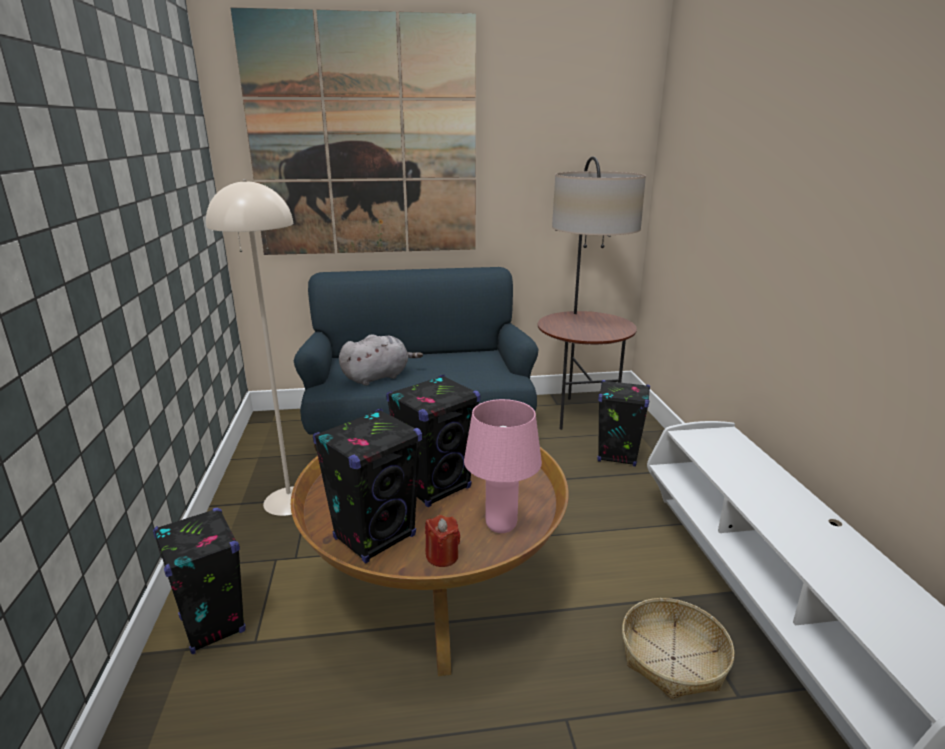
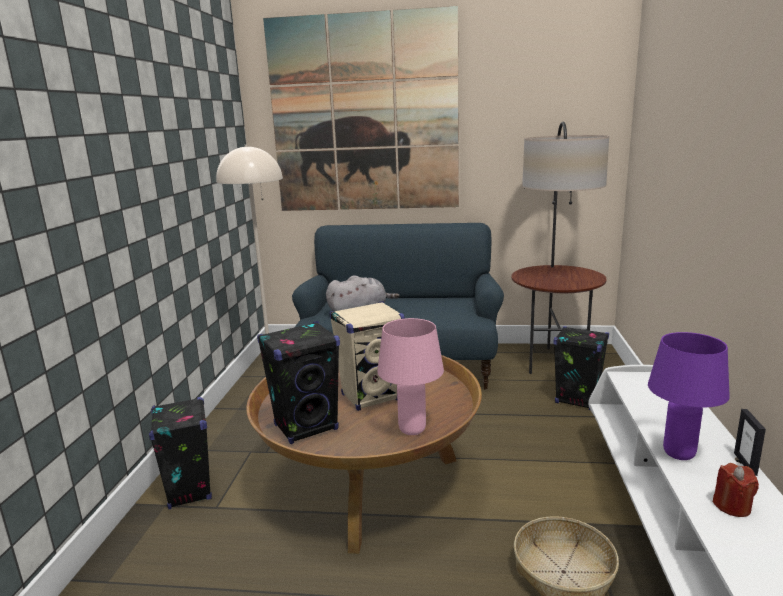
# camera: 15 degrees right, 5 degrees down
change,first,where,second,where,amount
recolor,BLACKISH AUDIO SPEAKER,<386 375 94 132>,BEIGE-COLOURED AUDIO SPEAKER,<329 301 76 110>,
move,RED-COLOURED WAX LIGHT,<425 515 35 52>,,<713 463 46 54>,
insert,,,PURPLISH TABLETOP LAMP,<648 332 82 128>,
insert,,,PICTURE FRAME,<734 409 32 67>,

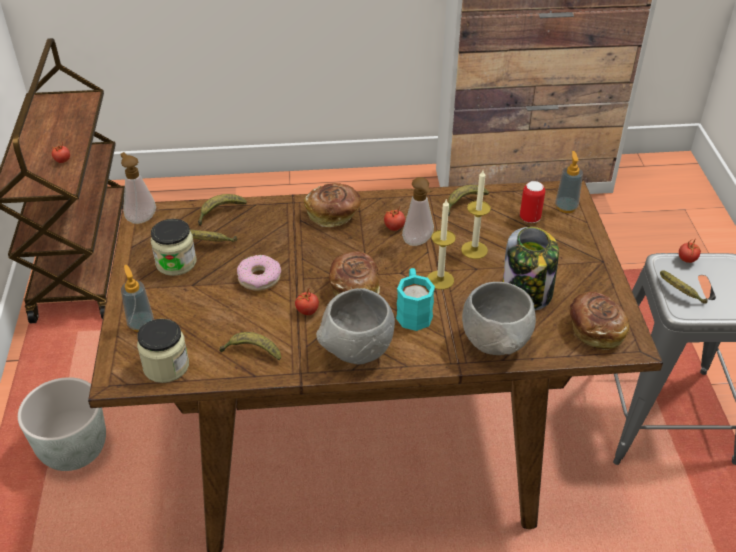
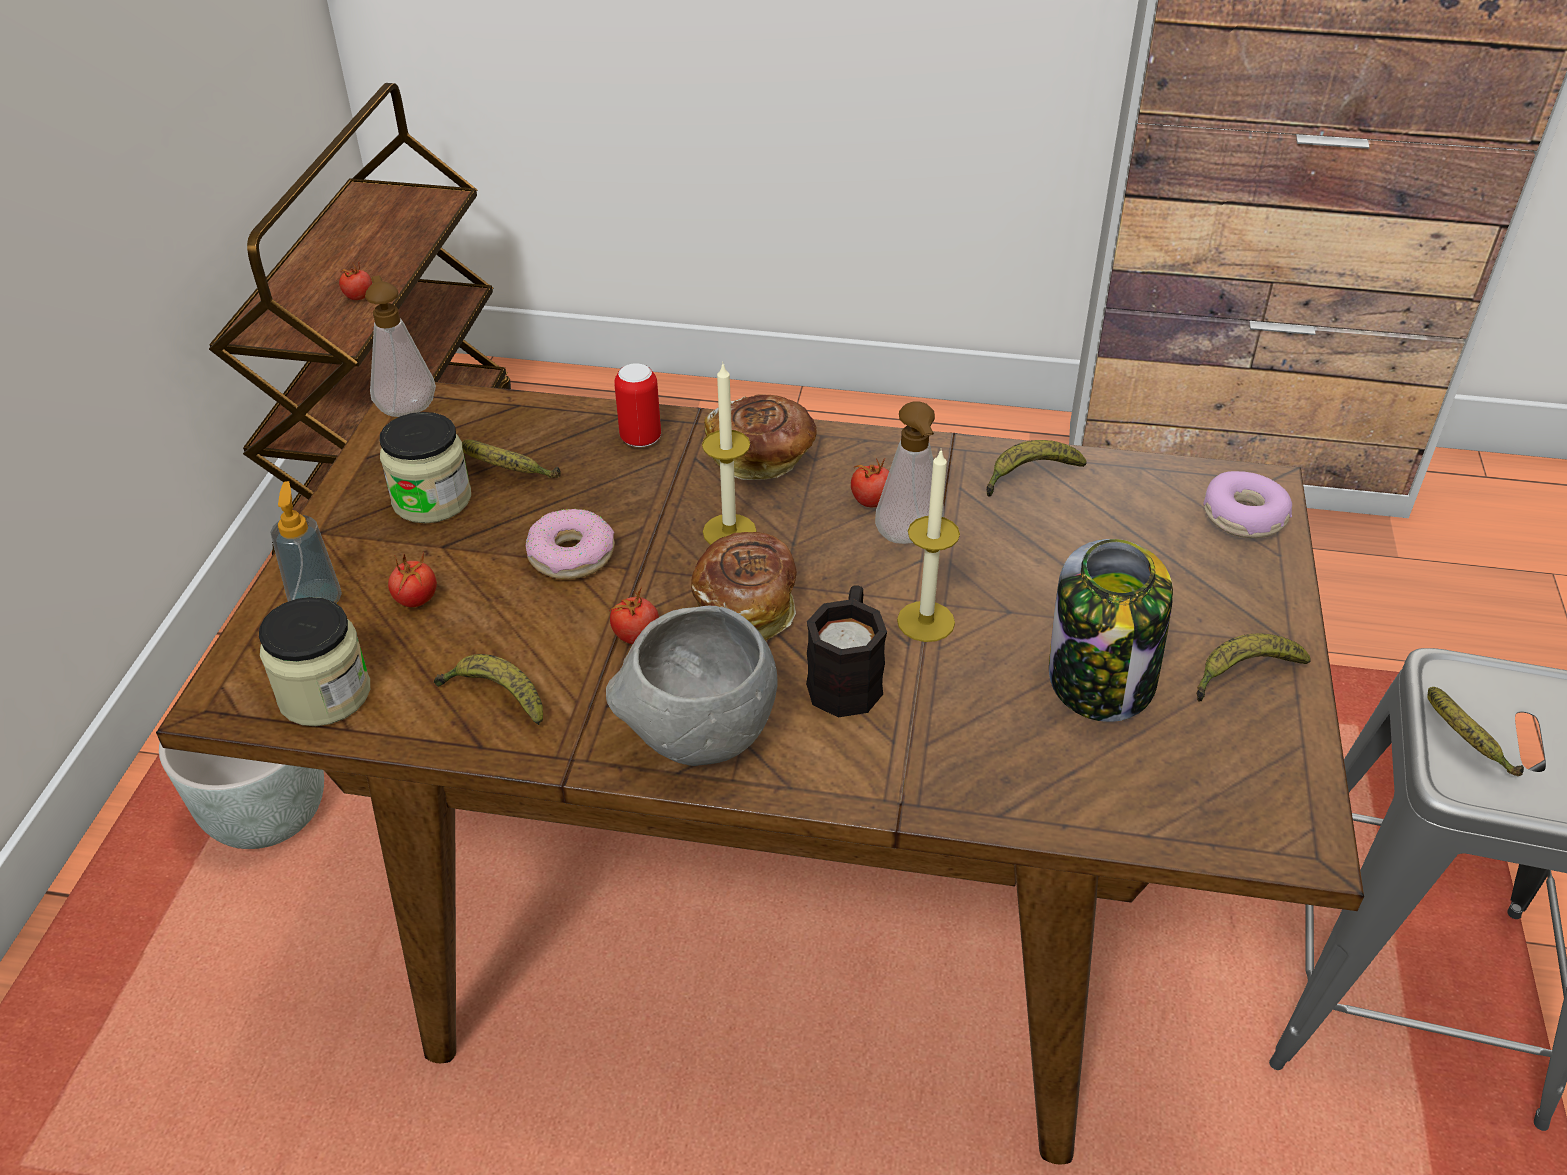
# camera: 15 degrees right, 0 degrees up
change,first,where,second,where,amount
replace,SOAP DISPENSER,<555 151 28 62>,DOUGHNUT,<1203 471 89 67>,
move,WAX LIGHT,<461 170 30 89>,,<702 362 55 183>,
move,SEALED CAN,<520 181 25 42>,,<614 363 47 84>,
move,WHOLE BANANA,<198 194 49 32>,,<1196 634 115 68>,
move,TOMATO,<679 238 22 25>,,<388 552 49 55>,
recolor,TURQUOISE-COLOURED COFFEE MUG,<396 268 39 63>,BLACKISH COFFEE MUG,<806 585 81 132>,
delete,GREY DEEP DISH,<462 282 74 73>,,,
delete,BAKED BREAD,<570 292 60 58>,,,

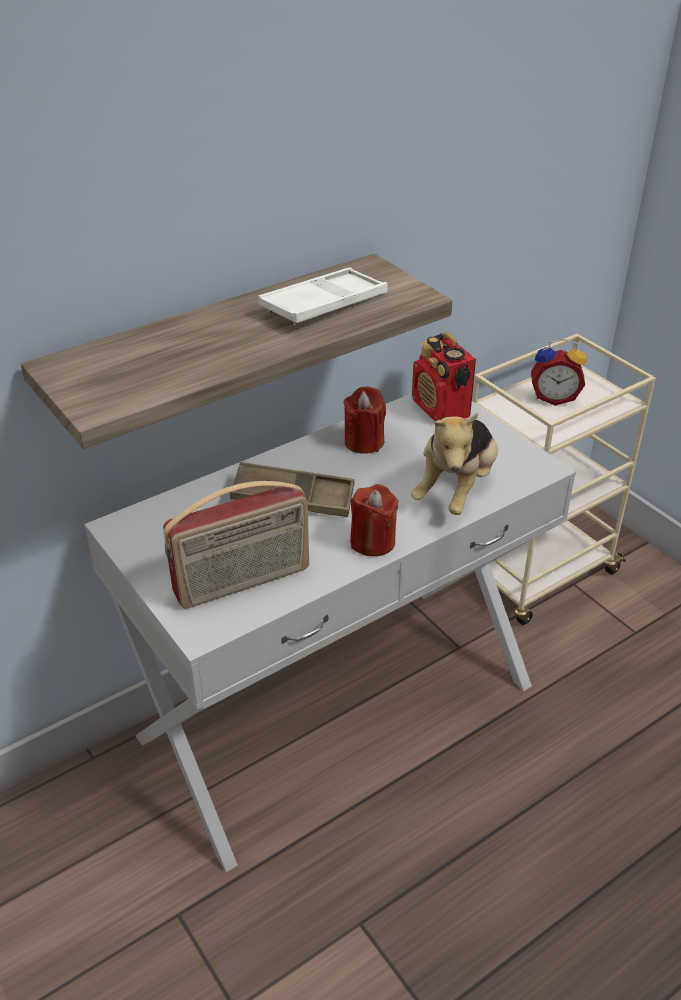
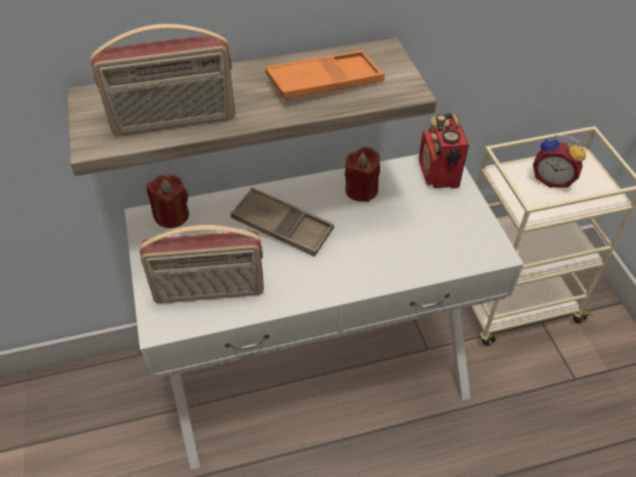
# camera: 20 degrees right, 10 degrees up
change,first,where,second,where,amount
recolor,WHITE CARRYING TRAY,<258 267 130 58>,ORANGE-COLOURED CARRYING TRAY,<266 50 119 50>,
delete,CUDDLY TOY,<411 413 87 102>,,,
move,RED-COLOURED WAX LIGHT,<350 484 48 72>,,<147 175 42 53>,
insert,,,RADIO RECEIVER,<91 24 144 112>,

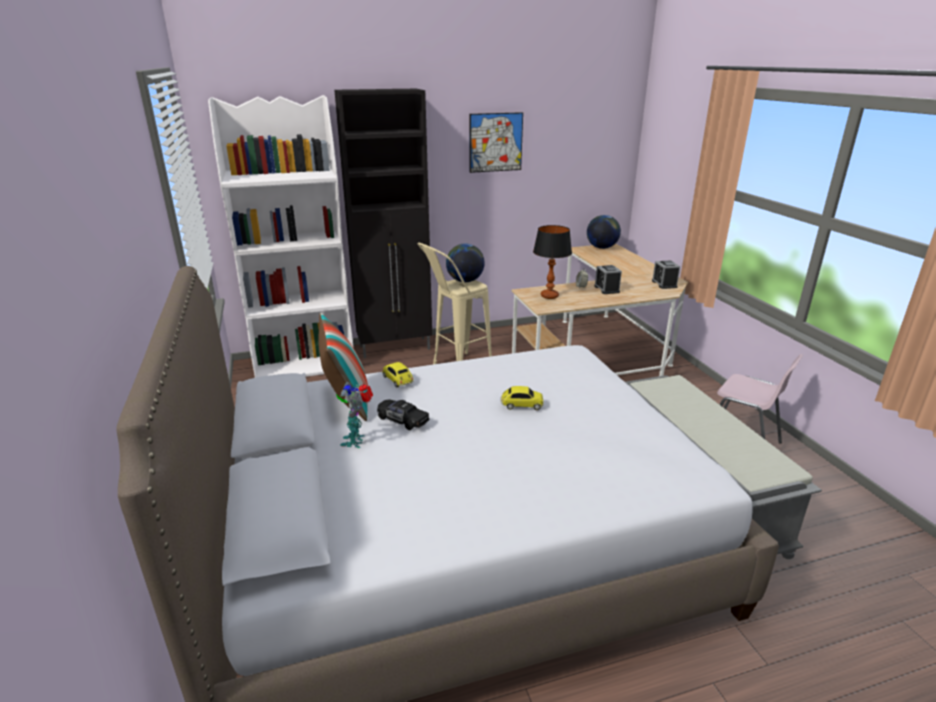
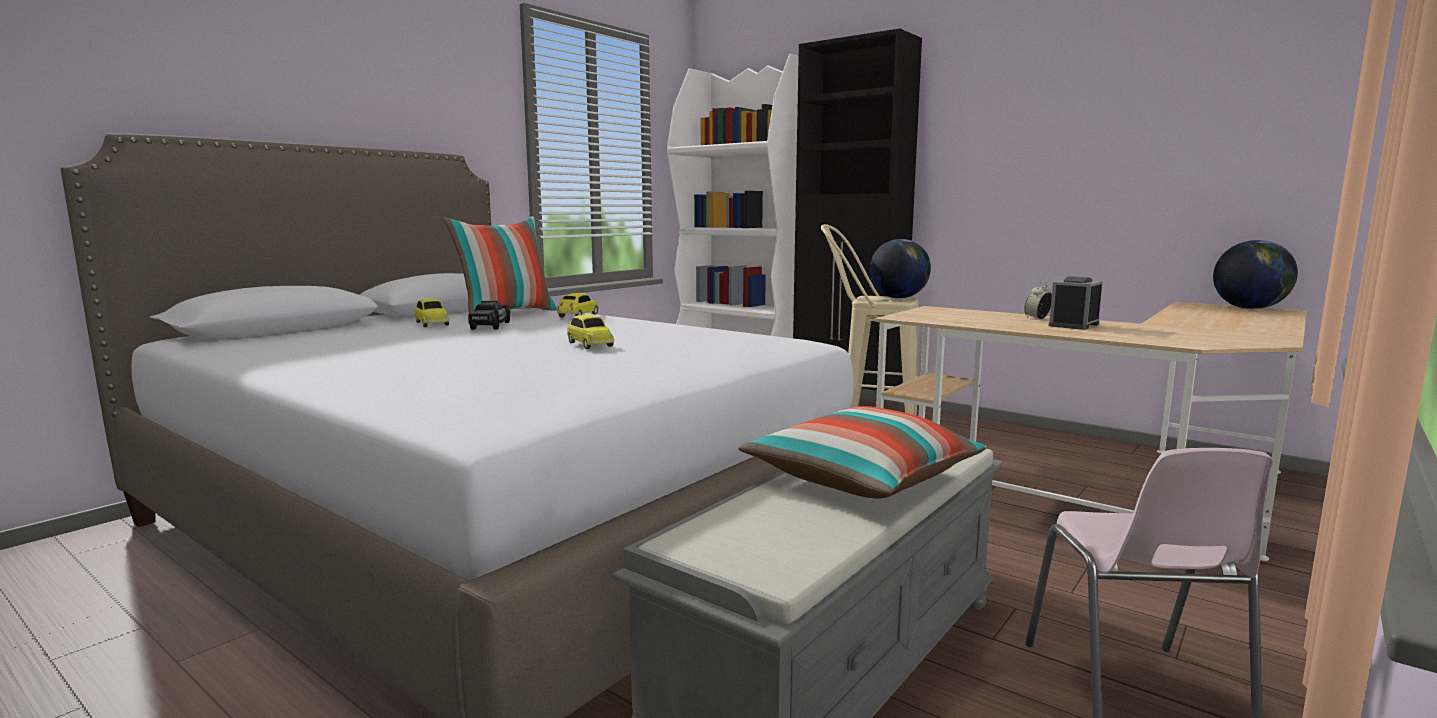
# camera: 55 degrees right, 15 degrees down
change,first,where,second,where,amount
delete,WALL ART,<470 112 53 61>,,,
delete,TABLETOP LAMP,<533 225 39 74>,,,
delete,ALARM CLOCK,<652 260 28 29>,,,
replace,MODEL ROBOT,<336 382 37 66>,MODEL CAR,<415 298 34 29>,
insert,,,PILLOW,<738 406 249 93>,

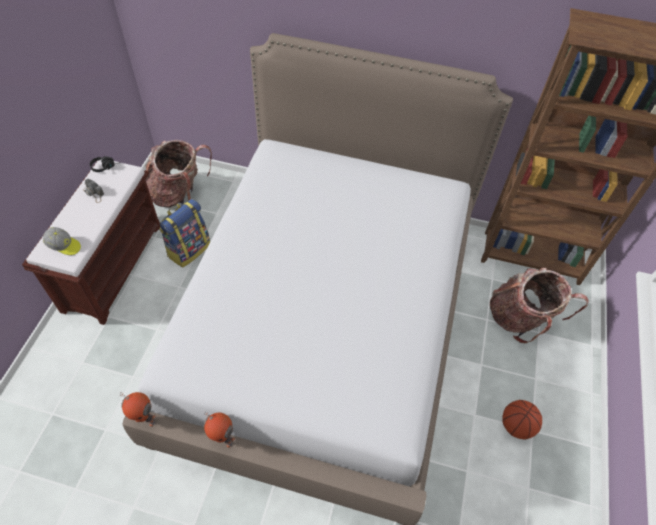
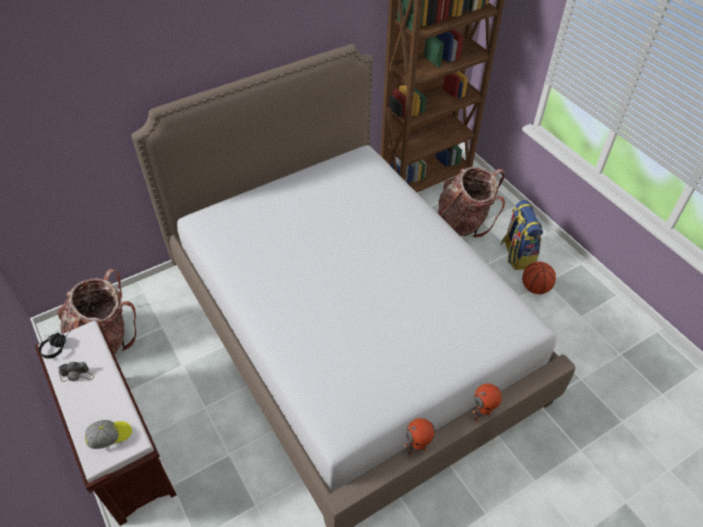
# camera: 45 degrees left, 5 degrees down
change,first,where,second,where,amount
move,KNAPSACK,<159 199 51 69>,,<501 200 42 70>,
move,MODEL ROBOT,<120 392 37 35>,,<472 384 30 38>,

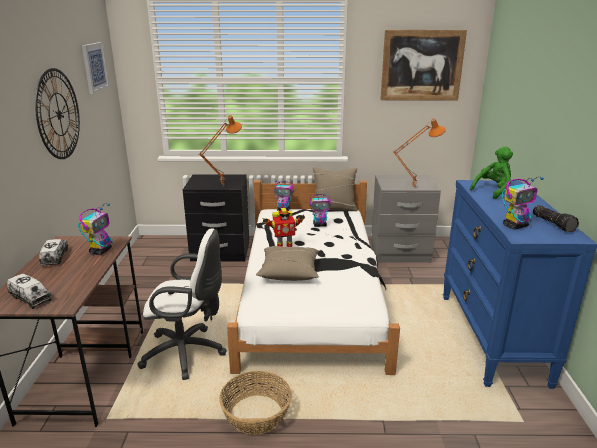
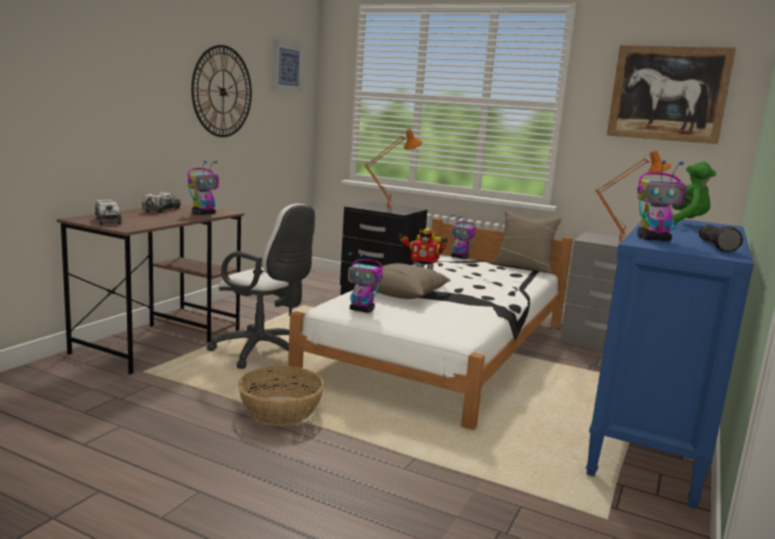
# camera: 25 degrees right, 10 degrees down
change,first,where,second,where,amount
move,MODEL ROBOT,<309 194 22 33>,,<348 252 35 61>,

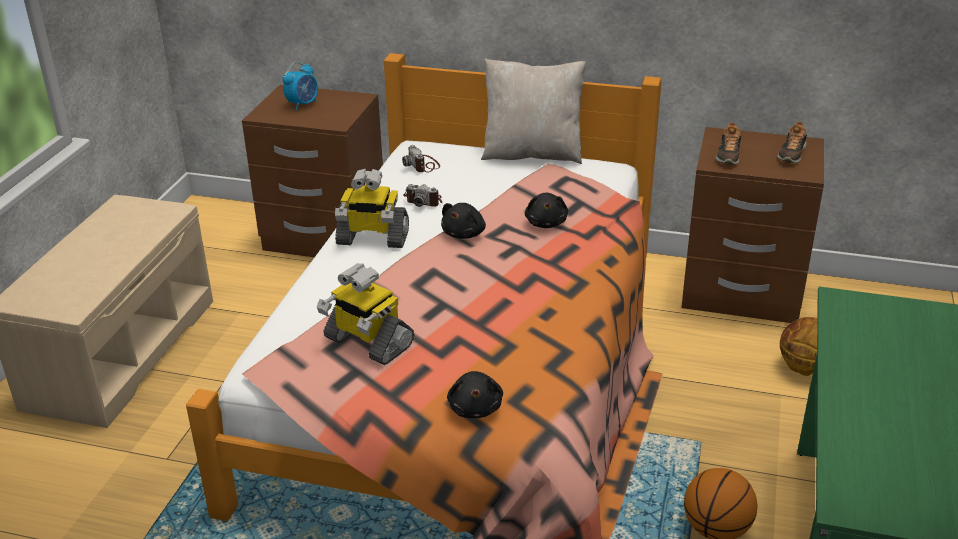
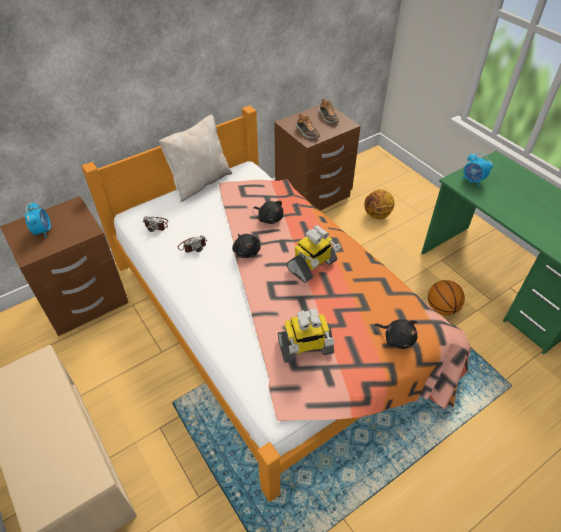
# camera: 50 degrees left, 15 degrees up
change,first,where,second,where,amount
move,MODEL ROBOT,<335 169 74 79>,,<287 225 54 58>,
insert,,,ALARM CLOCK,<462 153 31 34>,

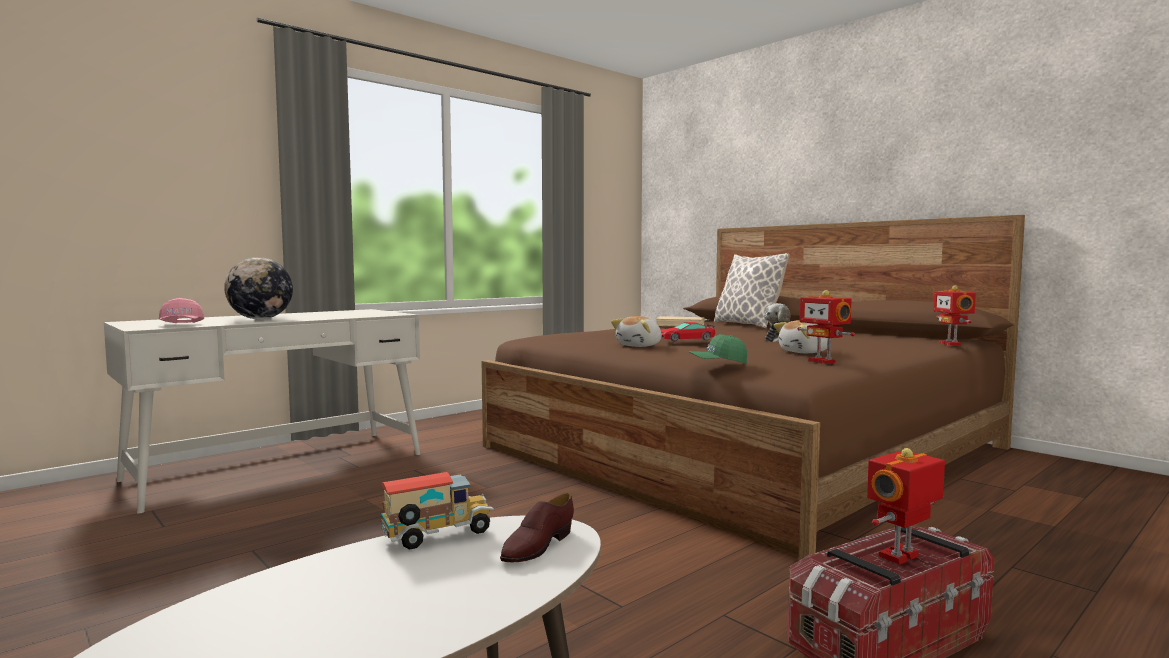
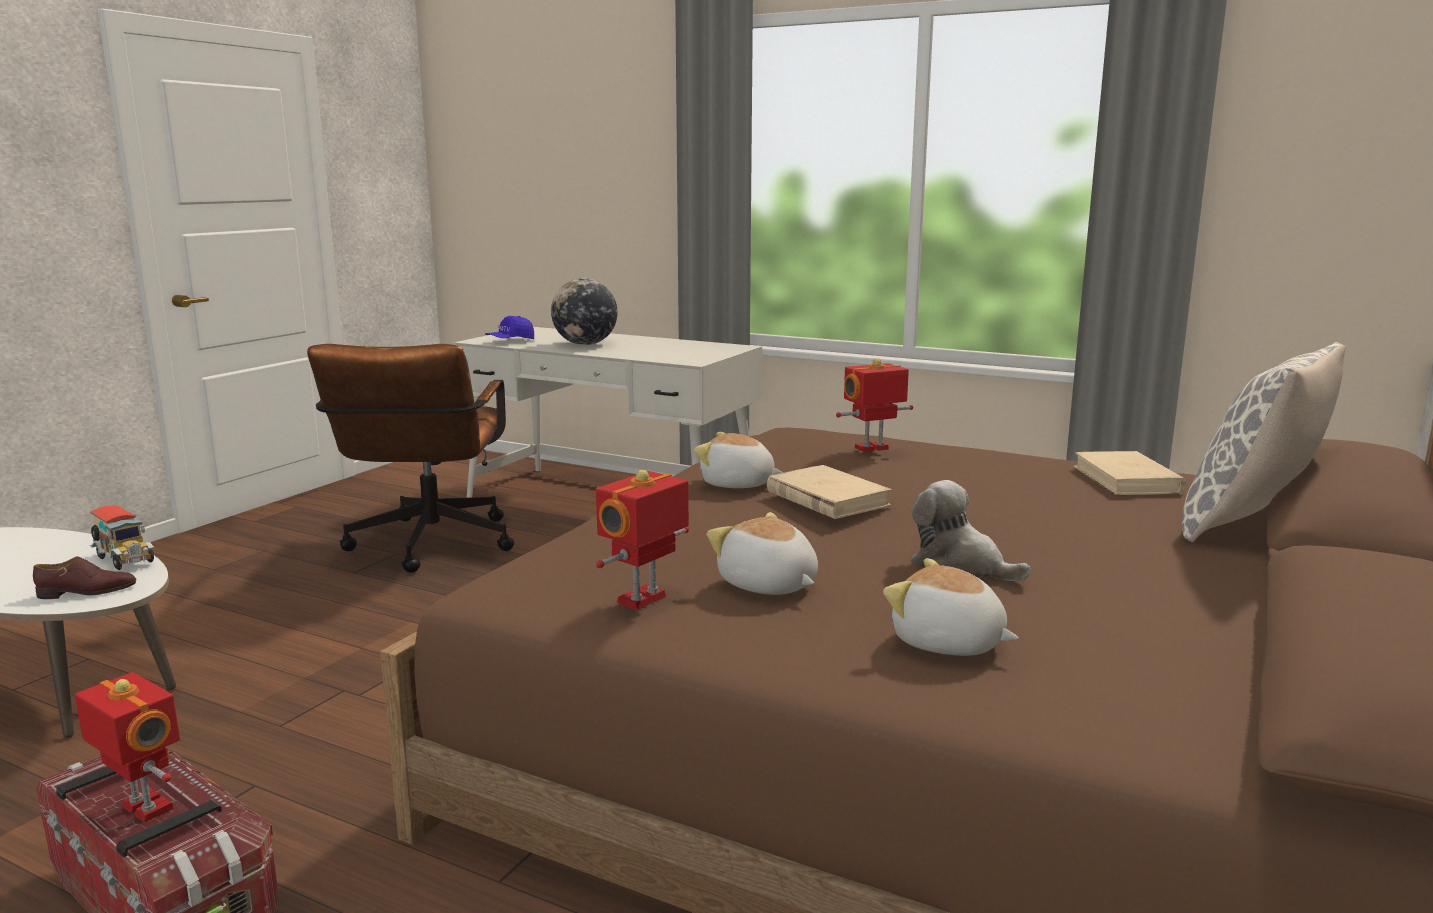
# camera: 70 degrees right, 10 degrees up
change,first,where,second,where,amount
move,MODEL ROBOT,<933 285 43 60>,,<836 358 77 94>,
recolor,PINKISH BASEBALL CAP,<159 298 45 25>,BLUE-COLOURED BASEBALL CAP,<485 316 49 24>,
replace,MODEL CAR,<661 322 54 19>,BEIGE-COLOURED BOUND BOOK,<767 465 125 54>,
delete,GREEN BASEBALL CAP,<689 334 58 31>,,,
rotate,BROWNISH ITEM OF FOOTWEAR,<500 493 74 69>,,<33 556 103 43>,150 degrees clockwise
insert,,,BROWNISH DESK CHAIR,<307 344 207 229>,
insert,,,CUDDLY TOY,<883 558 136 98>,

